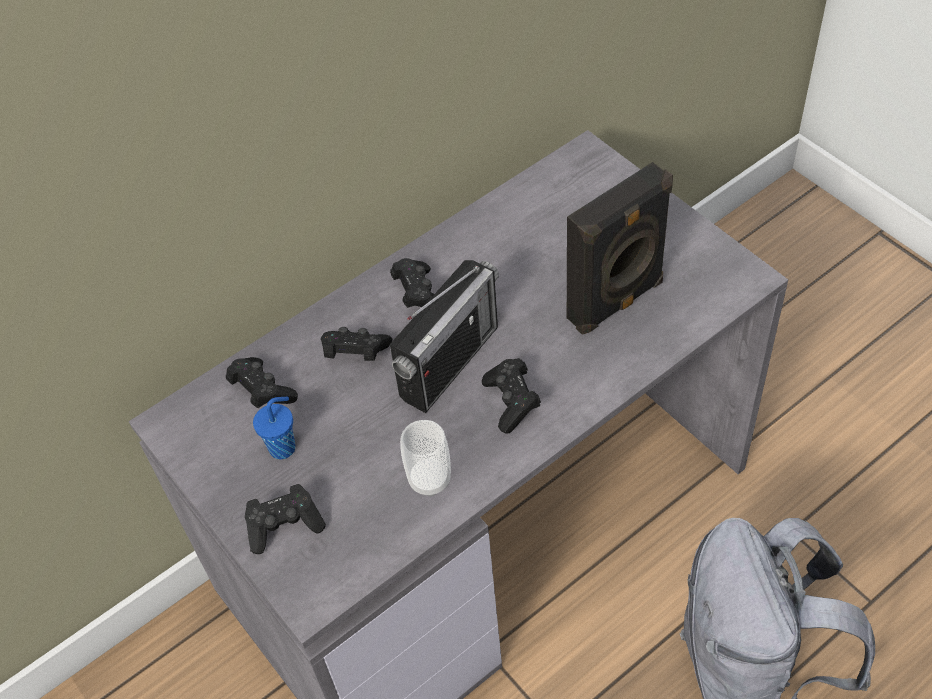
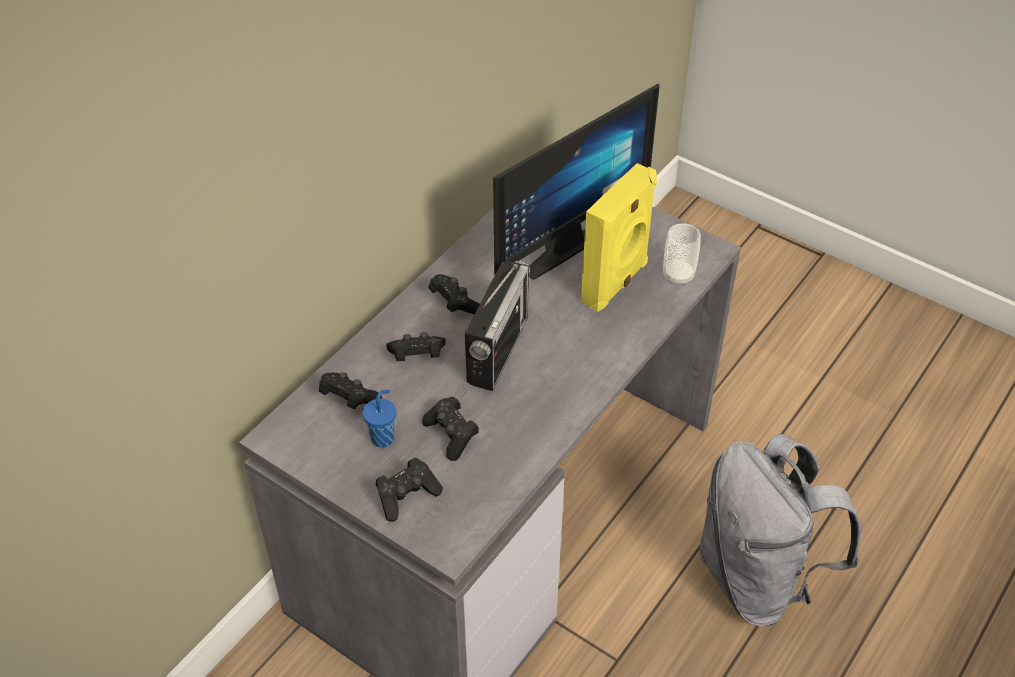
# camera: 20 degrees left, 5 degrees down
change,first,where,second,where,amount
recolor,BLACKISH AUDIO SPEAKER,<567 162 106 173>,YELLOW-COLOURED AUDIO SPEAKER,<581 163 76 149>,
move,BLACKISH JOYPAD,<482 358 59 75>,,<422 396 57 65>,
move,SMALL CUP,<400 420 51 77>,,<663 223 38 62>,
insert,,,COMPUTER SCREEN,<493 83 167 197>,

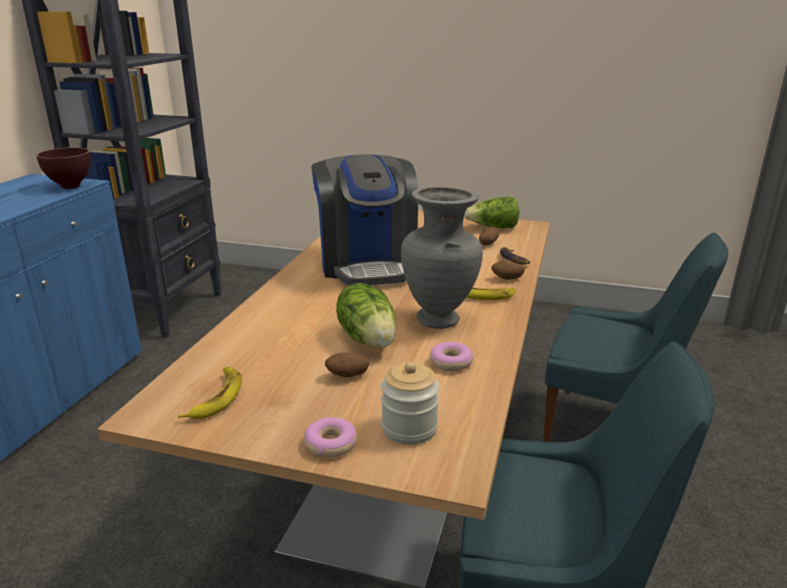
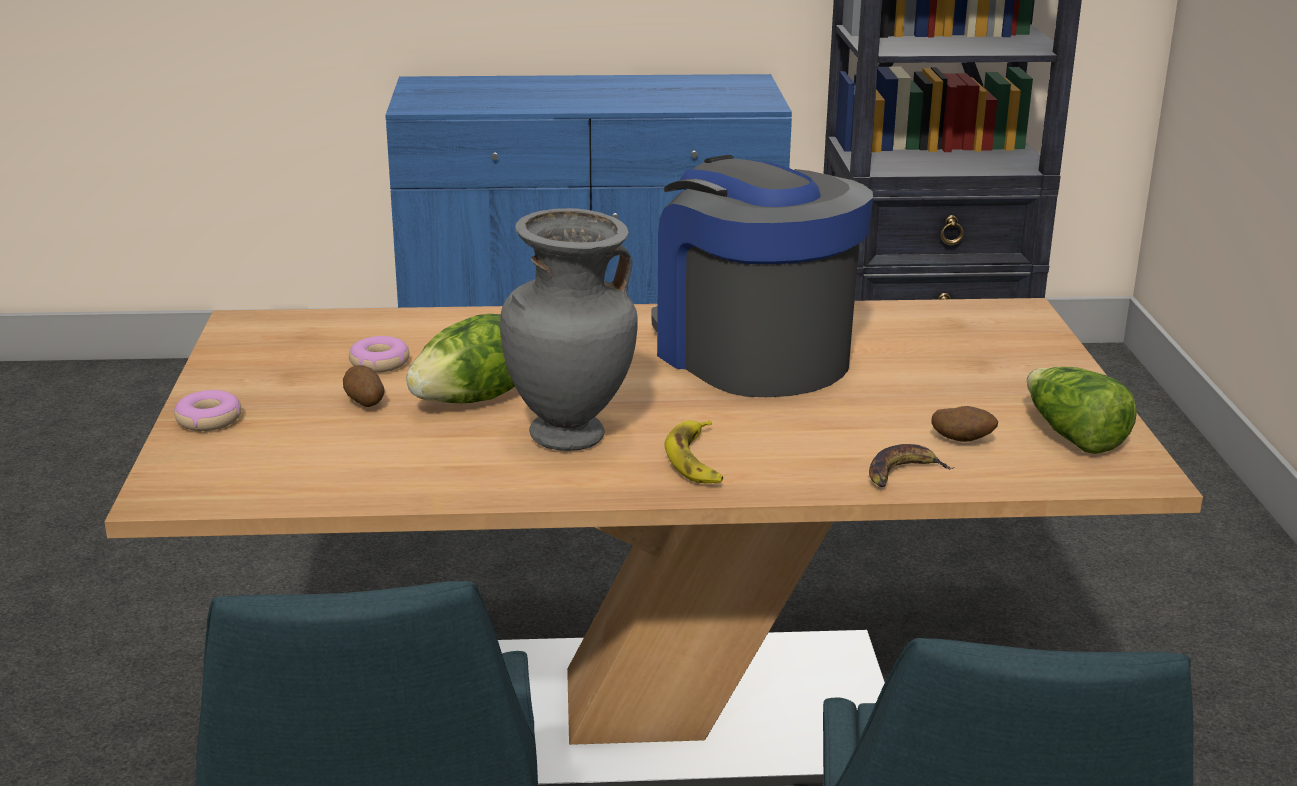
# camera: 70 degrees right, 0 degrees up
change,first,where,second,where,amount
delete,BROWNISH DEEP DISH,<36 147 55 42>,,,
rotate,COFFEE BREWER,<311 154 107 132>,,<652 155 221 242>,90 degrees clockwise
delete,POTATO,<492 261 33 19>,,,
move,DOUGHNUT,<430 342 43 29>,,<349 336 60 37>,
delete,PRESERVE JAR,<381 362 58 83>,,,
delete,WHOLE BANANA,<178 367 64 52>,,,

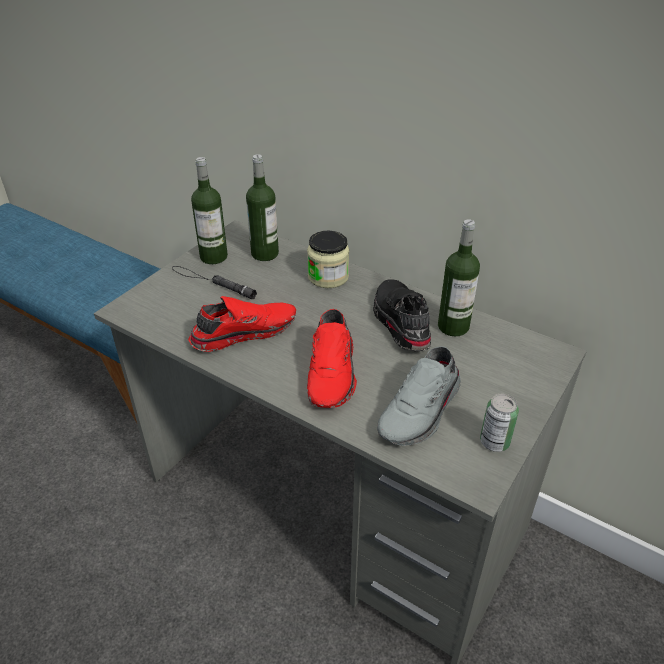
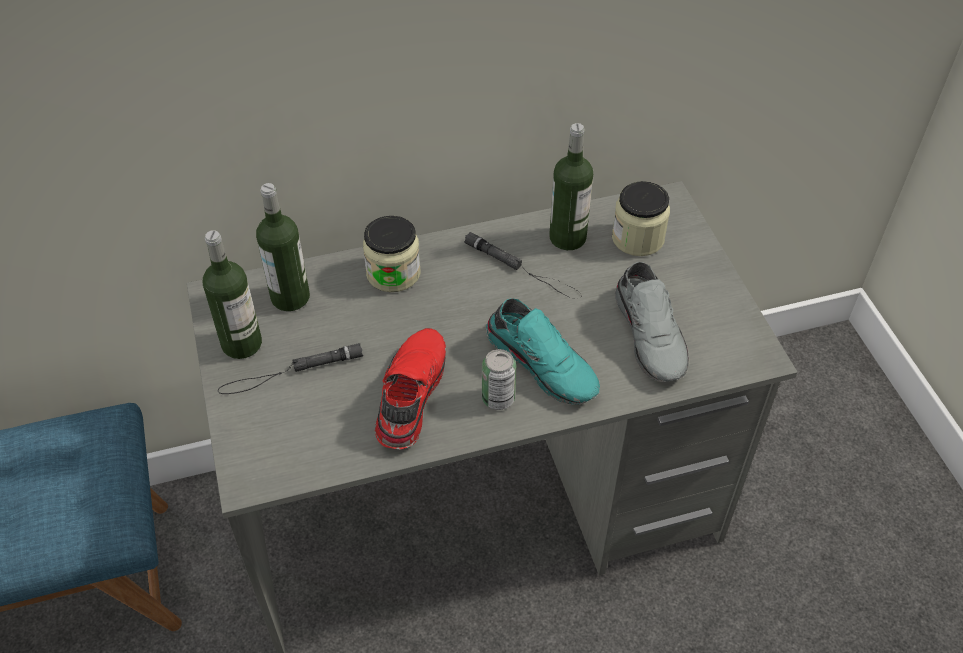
# camera: 50 degrees left, 10 degrees up
change,first,where,second,where,amount
replace,BLACKISH ITEM OF FOOTWEAR,<373 279 58 73>,BLACKISH HAND TORCH,<464 232 118 66>,
recolor,RED-COLOURED ITEM OF FOOTWEAR,<307 309 50 99>,TURQUOISE-COLOURED ITEM OF FOOTWEAR,<486 298 114 107>,
move,SEALED CAN,<480 394 39 58>,,<482 349 34 61>,
insert,,,PRESERVE JAR,<612 181 58 75>,

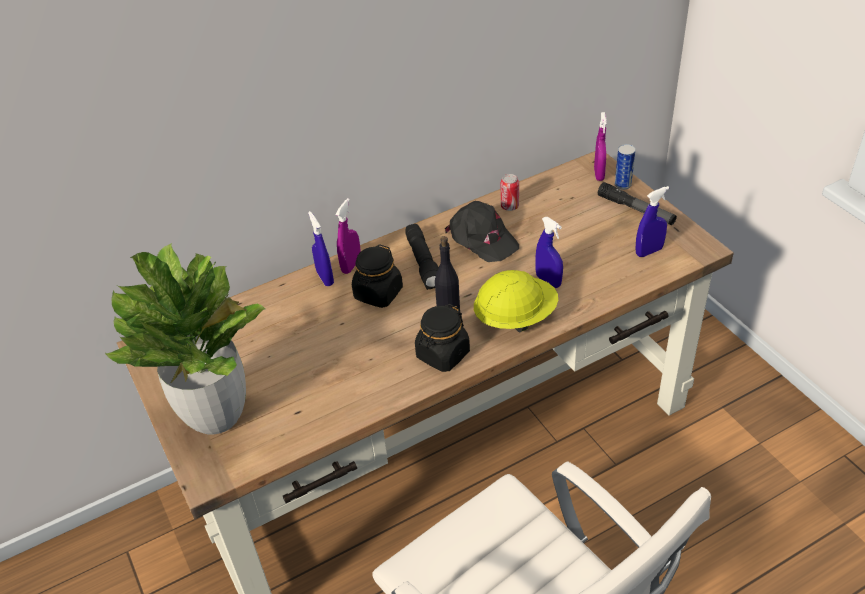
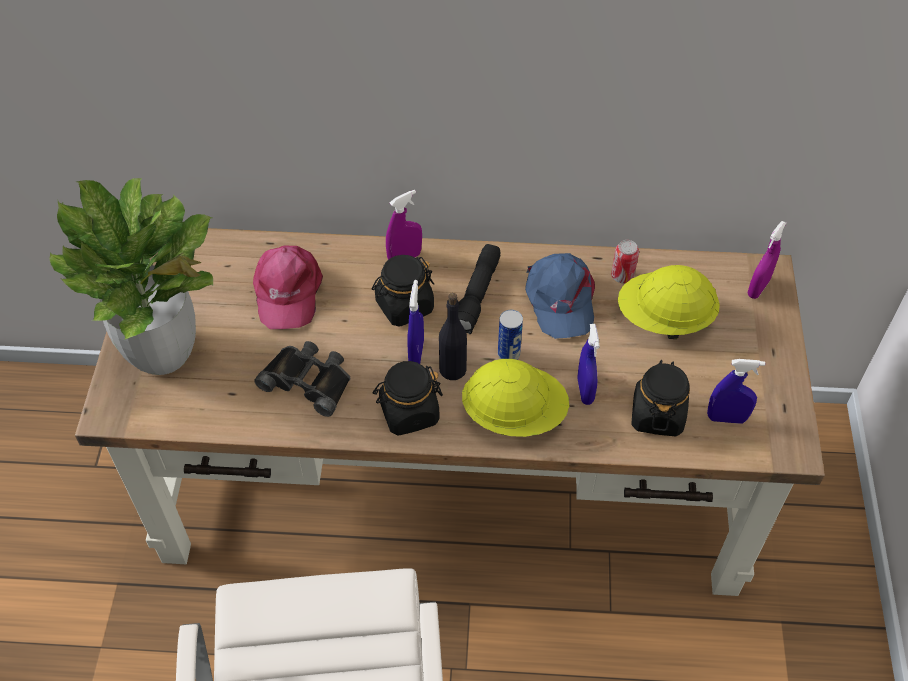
# camera: 30 degrees right, 10 degrees up
change,first,where,second,where,amount
move,SEALED CAN,<615 144 20 46>,,<498 310 25 50>,
delete,HAND TORCH,<598 182 79 43>,,,
recolor,BLACKISH BASEBALL CAP,<445 201 74 61>,BLUE-COLOURED BASEBALL CAP,<525 253 70 86>,
move,BLUE-COLOURED HAND SPRAYER,<308 211 26 75>,,<407 280 17 84>,
insert,,,PINKISH BASEBALL CAP,<253 245 70 84>,
insert,,,YELLOW-COLOURED SAFETY HELMET,<618 265 102 74>,
insert,,,BLACKISH BINOCULARS,<254 341 97 76>,
insert,,,BLACKISH PRESERVE JAR,<631 360 59 76>,

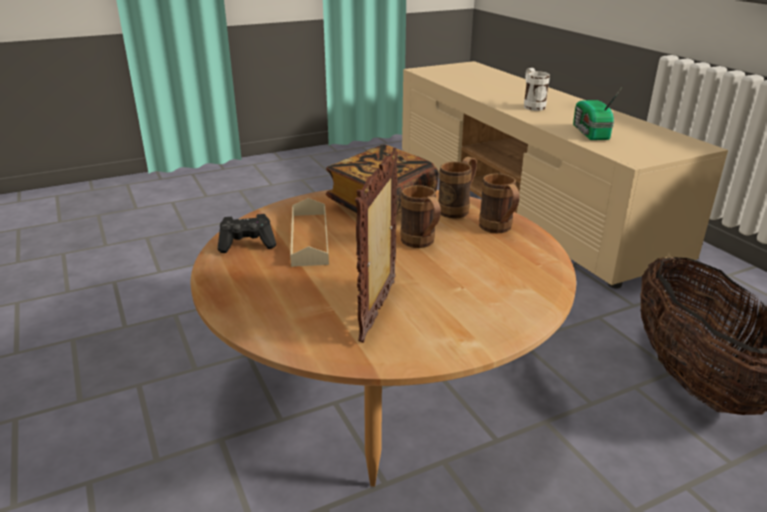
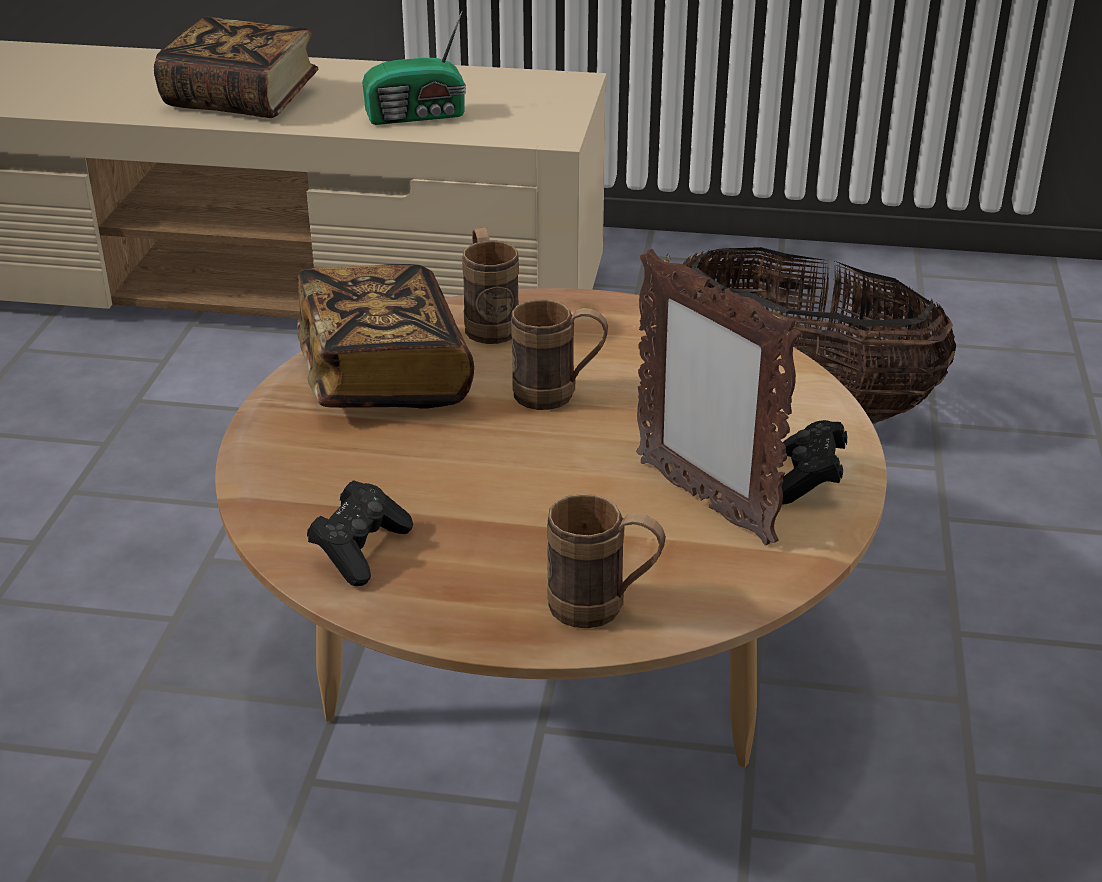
# camera: 55 degrees left, 5 degrees up
change,first,where,second,where,amount
replace,WHITE COFFEE MUG,<524 68 26 43>,BOUND BOOK,<154 17 164 101>,
rotate,RADIO RECEIVER,<573 88 49 52>,,<362 10 104 115>,45 degrees counterclockwise
move,BROWNISH COFFEE MUG,<479 173 41 60>,,<547 494 119 134>,
delete,BEIGE-COLOURED CARRYING TRAY,<290 198 39 69>,,,
insert,,,BLACKISH JOYPAD,<782 420 65 84>,

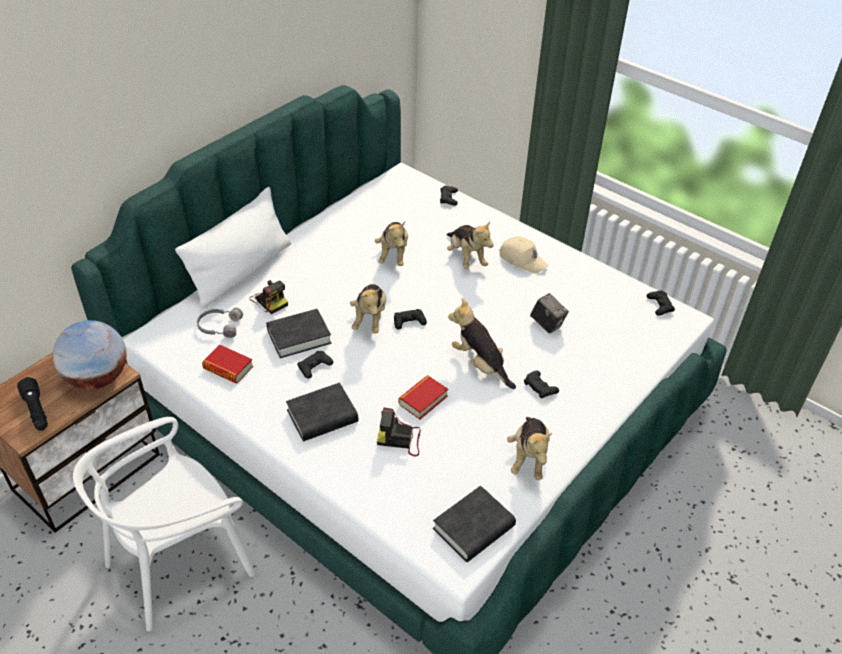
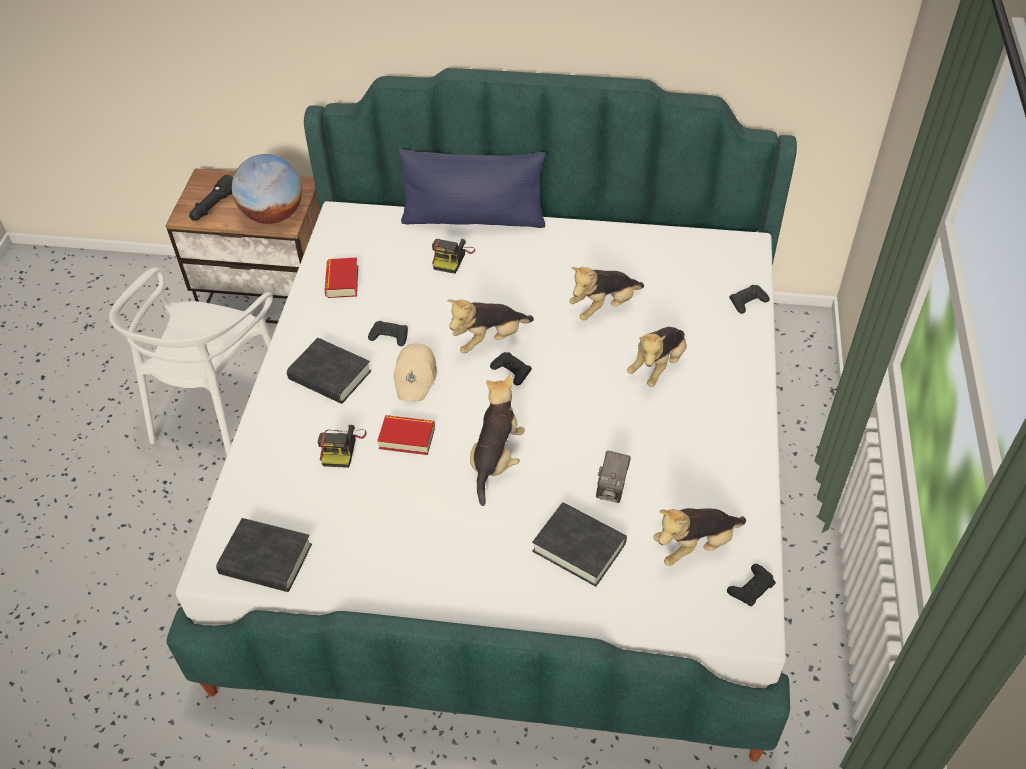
# camera: 60 degrees right, 5 degrees up
change,first,where,second,where,amount
recolor,WHITE PILLOW,<175 187 116 122>,BLUE-COLOURED PILLOW,<398 149 148 79>,
move,BEIGE-COLOURED BASEBALL CAP,<499 236 49 37>,,<394 343 43 58>,
delete,GREY HEADSET,<197 308 46 30>,,,
move,BLACKISH BOUND BOOK,<266 309 65 49>,,<532 502 95 85>,
delete,BLACKISH JOYPAD,<524 370 35 29>,,,
rotate,STILL CAMERA,<377 407 44 49>,,<318 425 49 43>,150 degrees counterclockwise
rotate,WHITE PLAIN CHAIR,<73 417 183 214>,,<109 268 164 187>,90 degrees counterclockwise
move,CUDDLY TOY,<507 417 45 63>,,<653 508 93 58>,

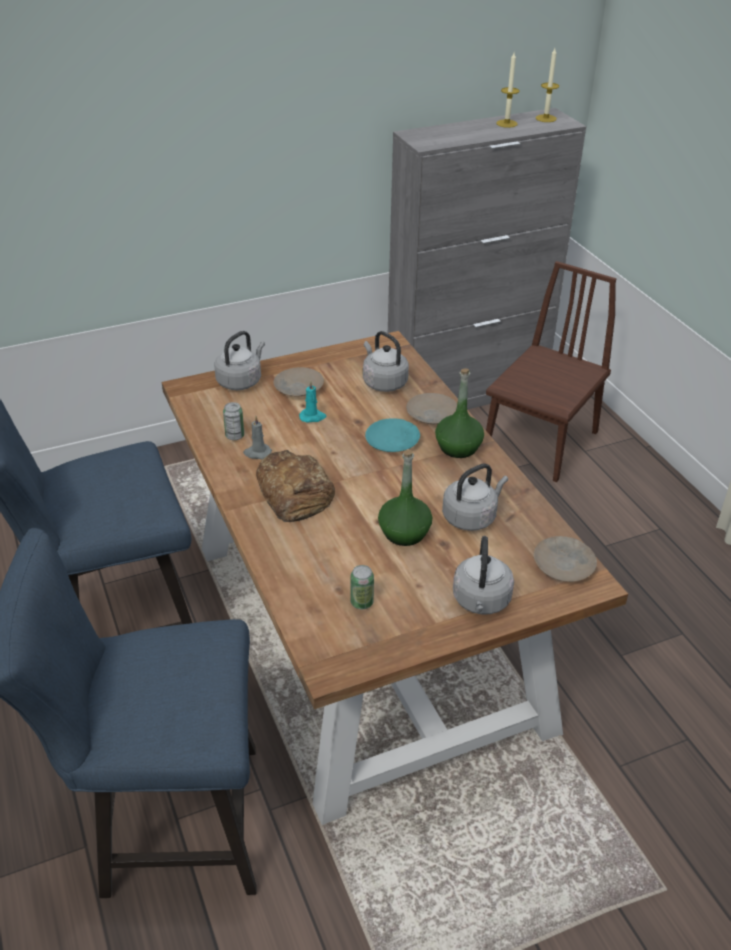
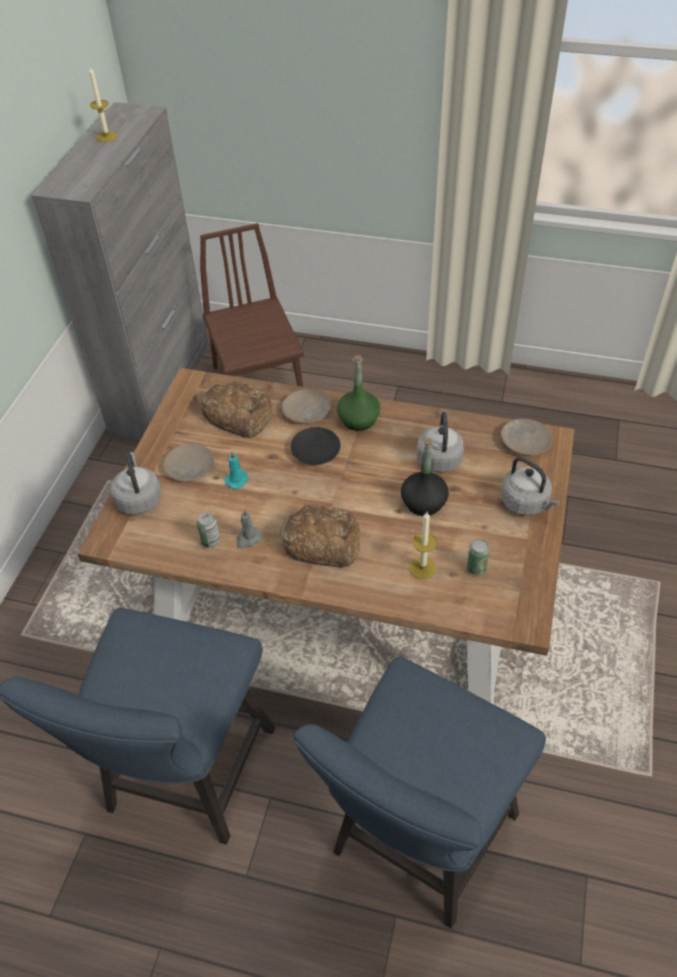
# camera: 50 degrees left, 10 degrees up
change,first,where,second,where,amount
move,WAX LIGHT,<536 48 23 74>,,<409 512 28 67>,
replace,GREY WATER KETTLE,<363 331 46 61>,BAKED BREAD,<202 381 70 57>,
recolor,TURQUOISE-COLOURED PLATE,<365 418 55 34>,BLACKISH PLATE,<291 427 50 38>,
recolor,GREEN DRINK BOTTLE,<378 450 54 96>,BLACKISH DRINK BOTTLE,<401 438 48 78>,

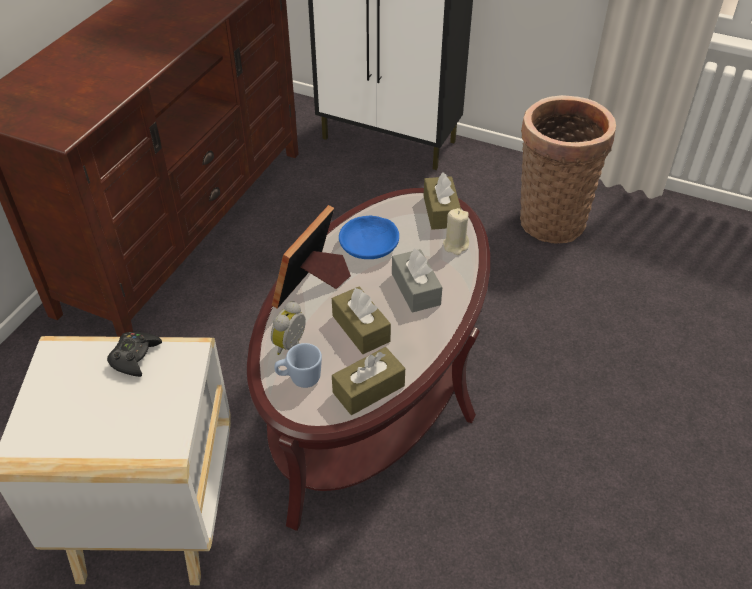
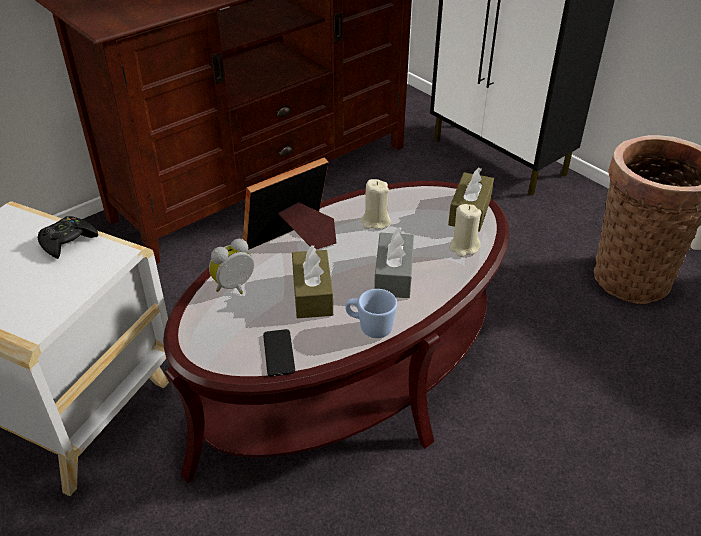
# camera: 25 degrees right, 5 degrees down
change,first,where,second,where,amount
replace,BLUE-COLOURED DEEP DISH,<339 216 60 43>,BEIGE-COLOURED WAX LIGHT,<361 179 30 51>,
move,BLUE-COLOURED COFFEE MUG,<274 343 48 45>,,<345 289 52 49>,
replace,BROWNISH TISSUE HOLDER,<332 347 73 68>,TELEPHONE,<263 329 32 47>,

